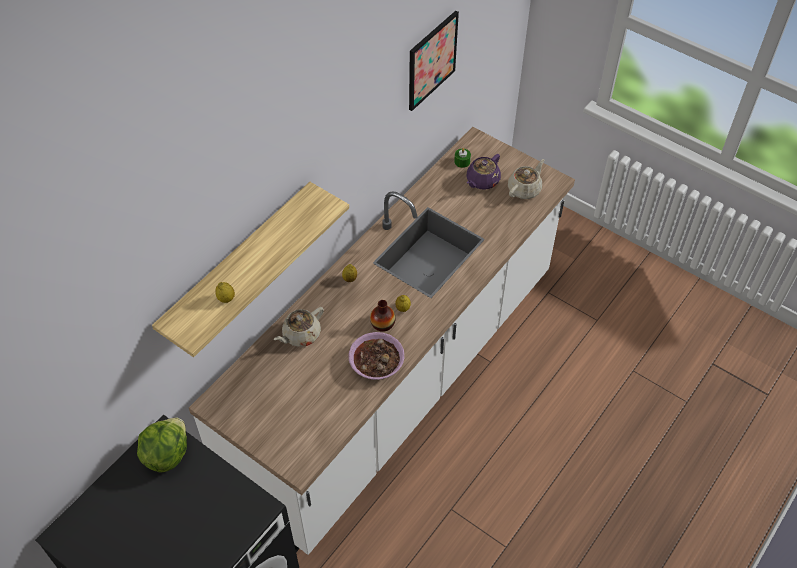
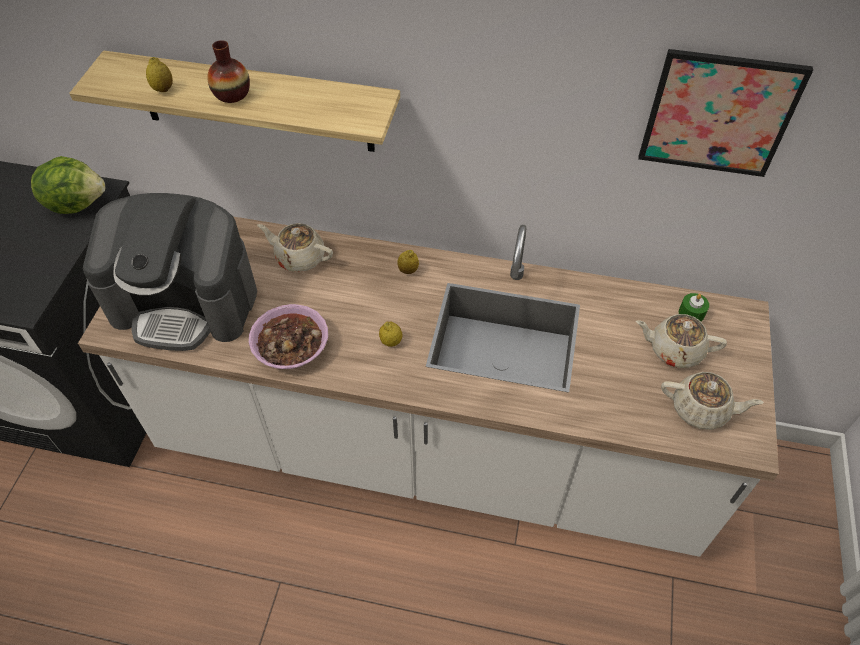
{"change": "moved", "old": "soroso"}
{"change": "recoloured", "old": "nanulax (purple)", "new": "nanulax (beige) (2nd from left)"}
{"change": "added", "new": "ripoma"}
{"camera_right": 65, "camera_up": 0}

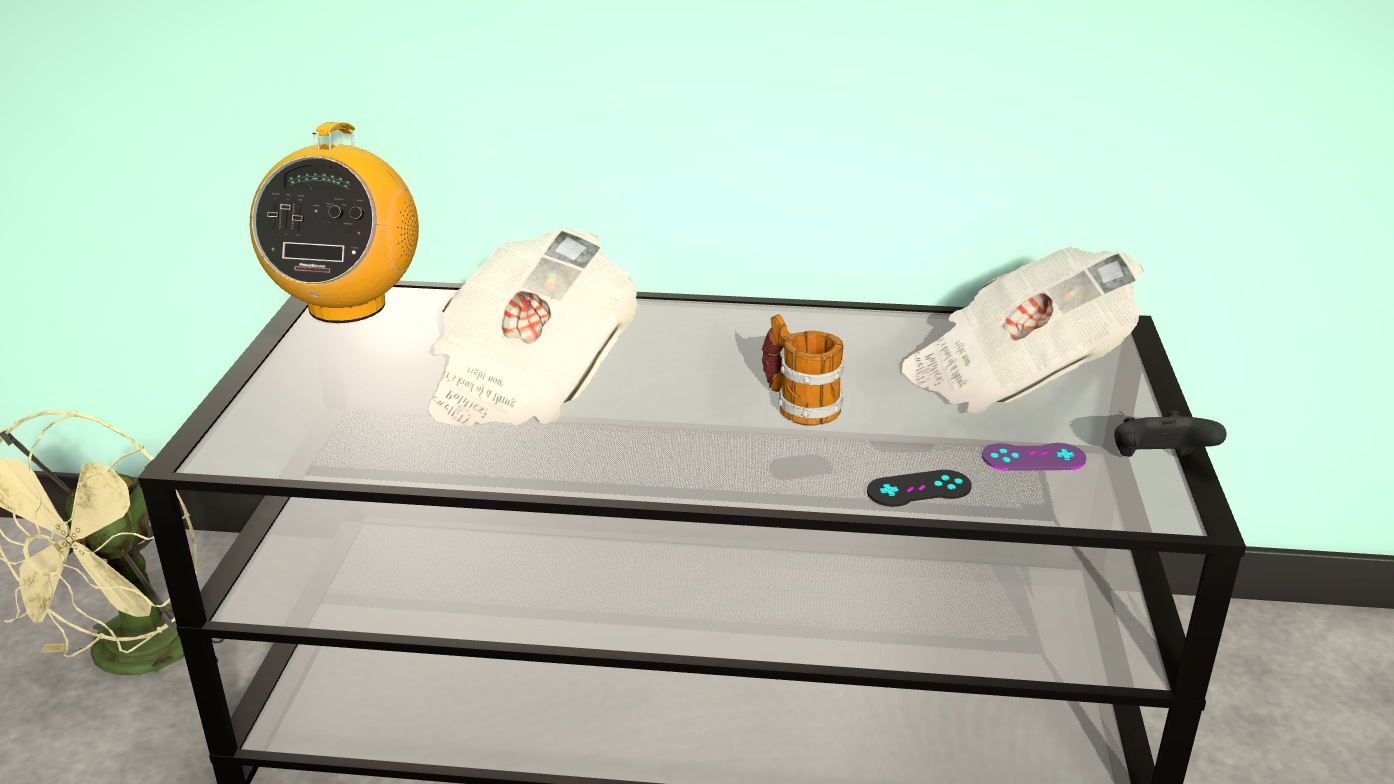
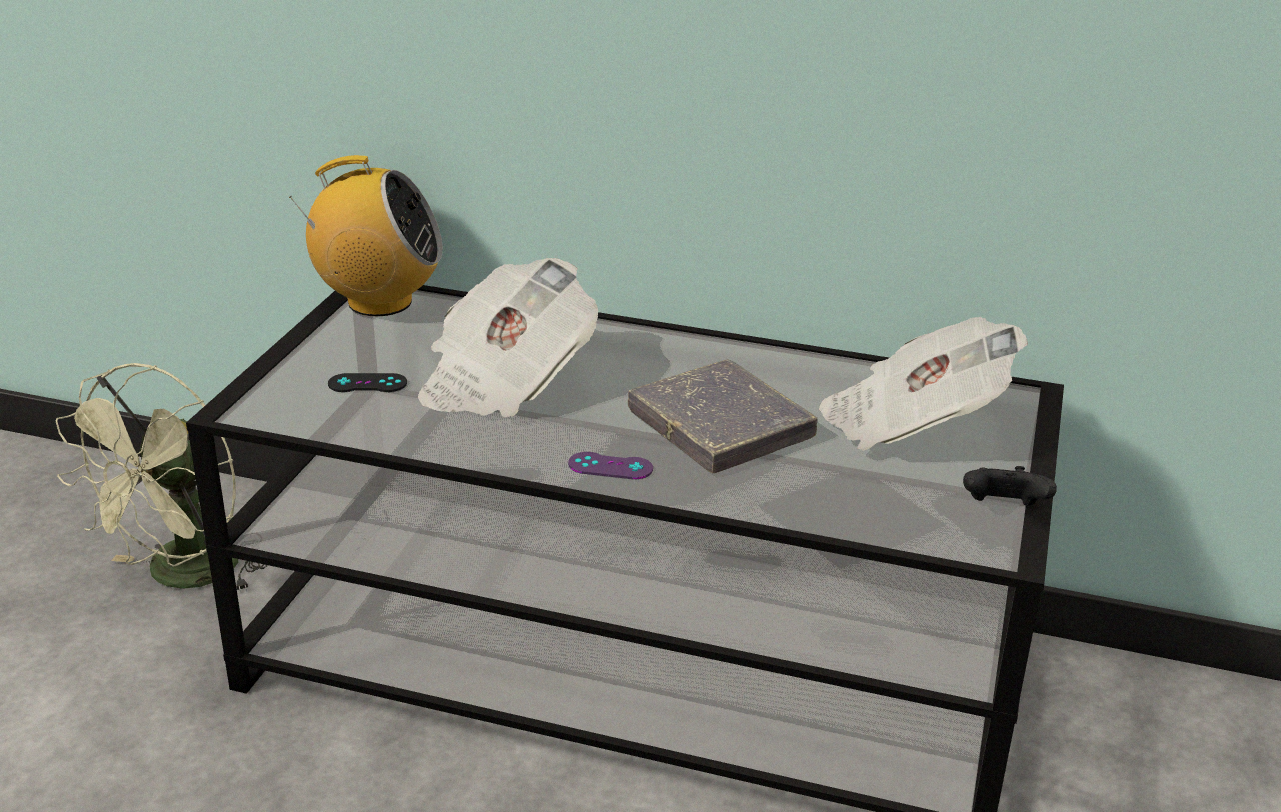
{"change": "turned", "old": "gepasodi", "degrees": -105}
{"change": "replaced", "old": "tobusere", "new": "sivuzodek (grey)"}
{"change": "moved", "old": "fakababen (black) (1st from left)"}
{"change": "moved", "old": "fakababen (purple)"}
{"camera_right": 10, "camera_up": 0}

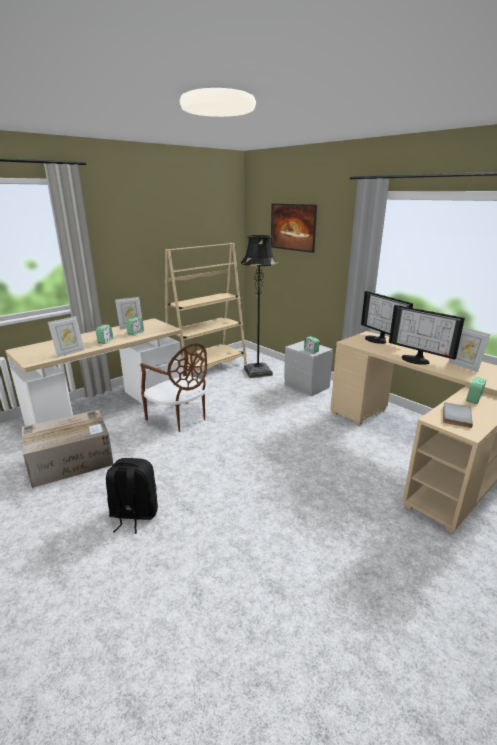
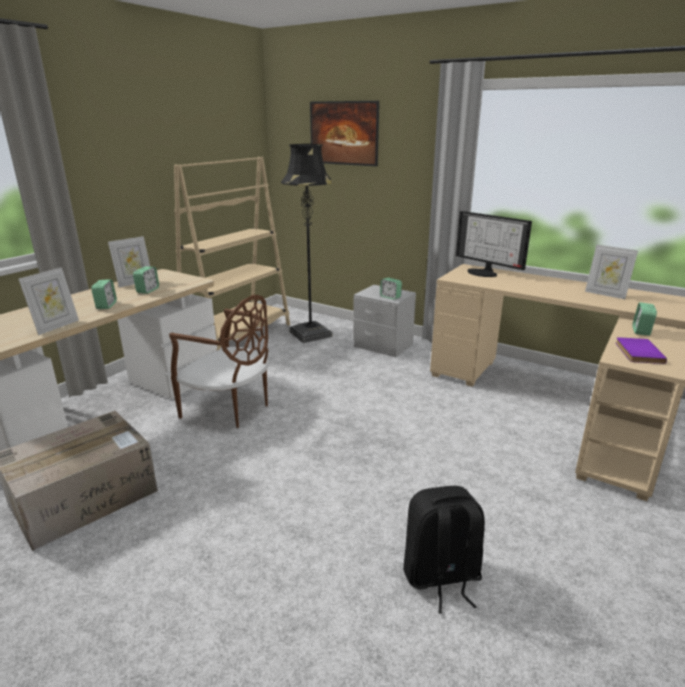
{"change": "moved", "old": "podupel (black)"}
{"change": "removed", "old": "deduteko (2nd from left)"}
{"change": "recoloured", "old": "sivuzodek (grey)", "new": "sivuzodek (purple)"}
{"camera_right": -15, "camera_up": 0}

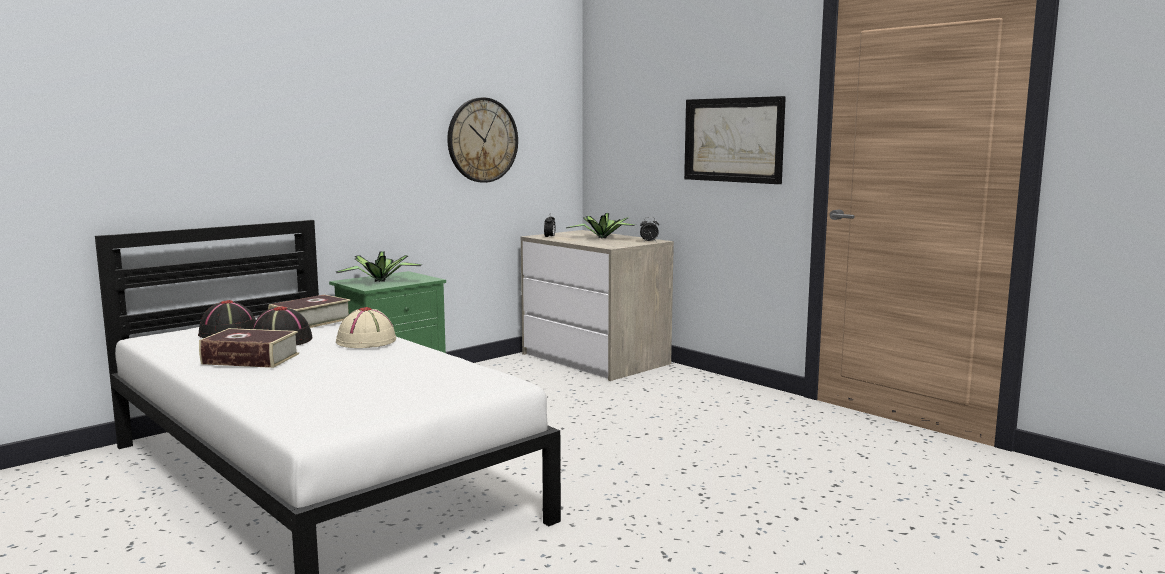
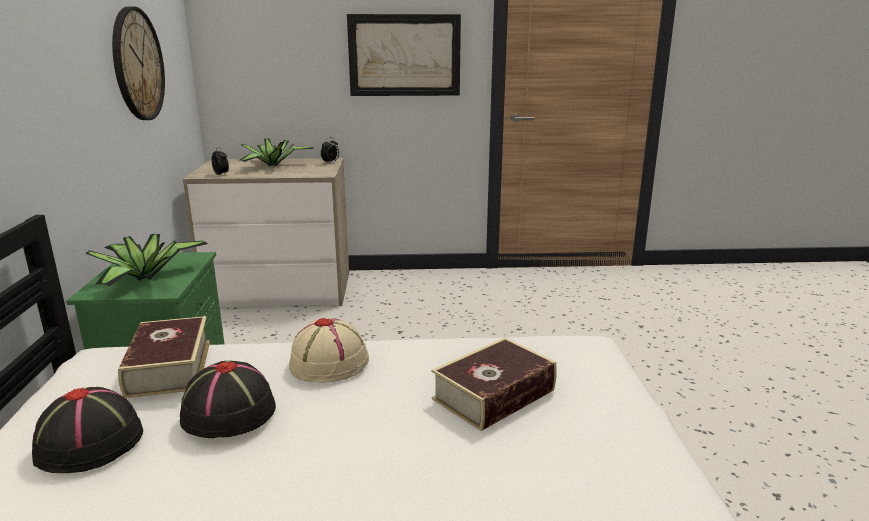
{"change": "moved", "old": "sivuzodek (1st from left in the first image)", "new": "sivuzodek (2nd from left)"}
{"camera_right": -50, "camera_up": 10}

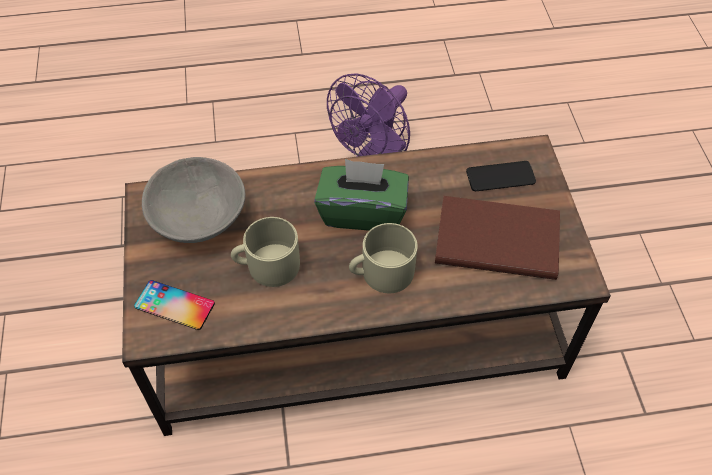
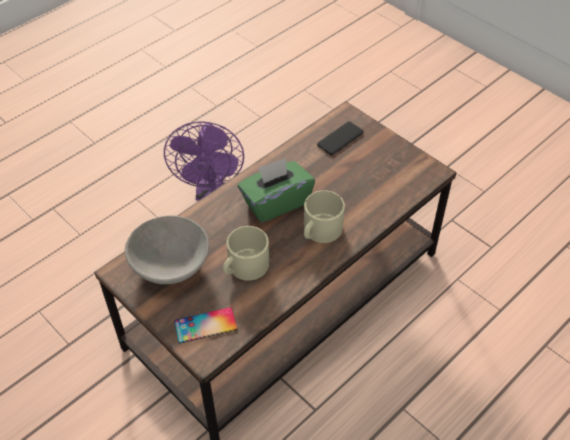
{"change": "removed", "old": "sivuzodek (brown)"}
{"camera_right": -35, "camera_up": -5}

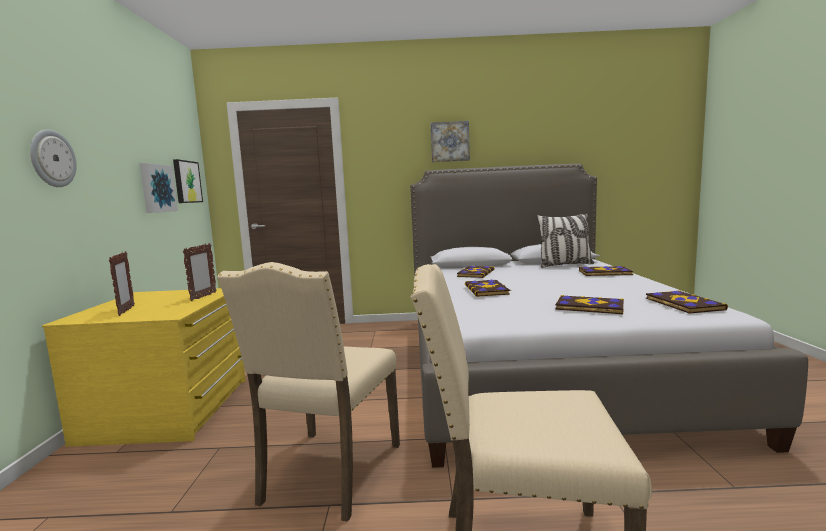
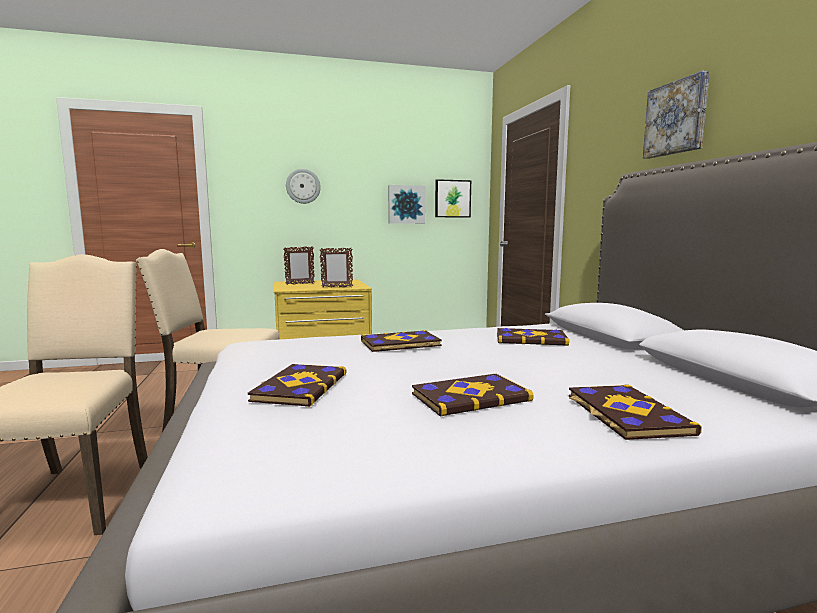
{"change": "removed", "old": "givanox"}
{"change": "moved", "old": "sivuzodek (5th from left in the first image)", "new": "sivuzodek (3rd from left)"}
{"camera_right": 75, "camera_up": 0}

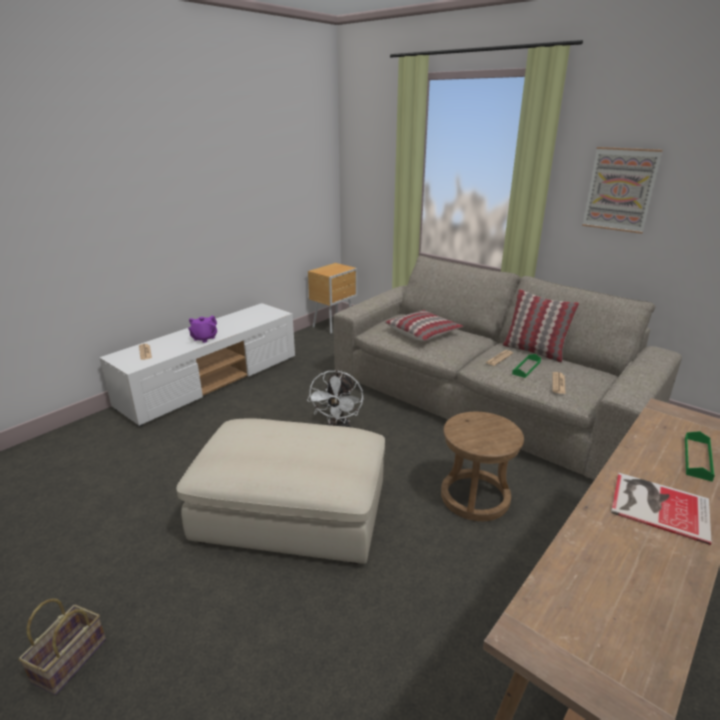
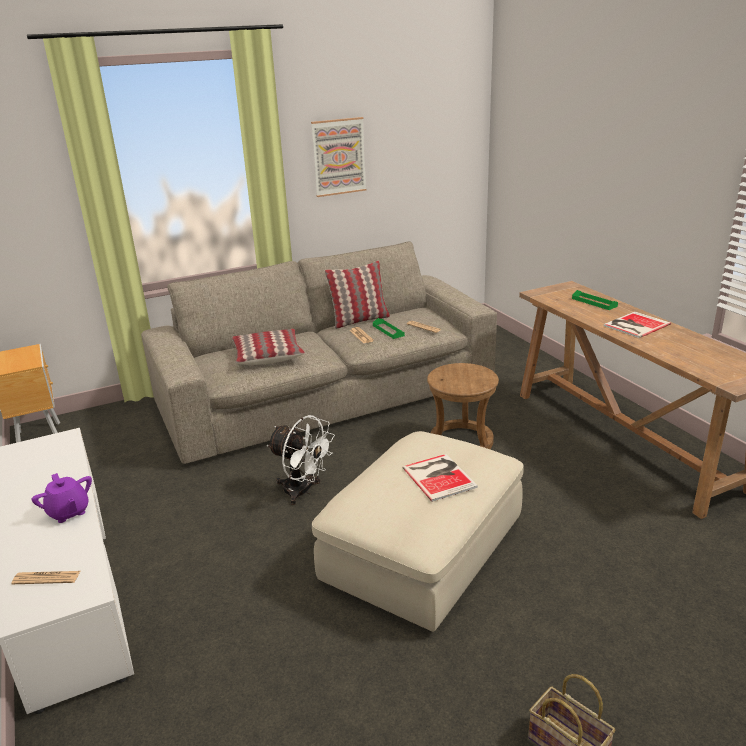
{"change": "added", "new": "sivuzodek (1st from left)"}
{"camera_right": -65, "camera_up": 0}

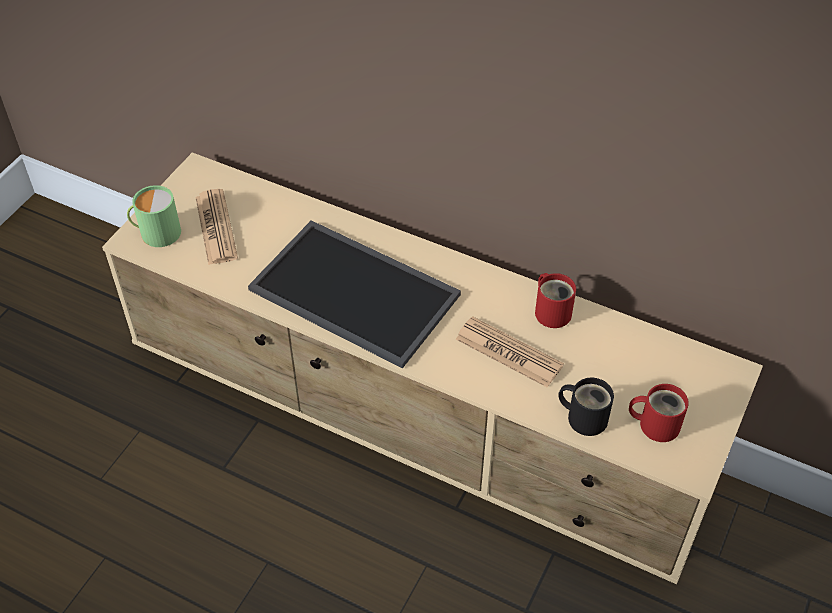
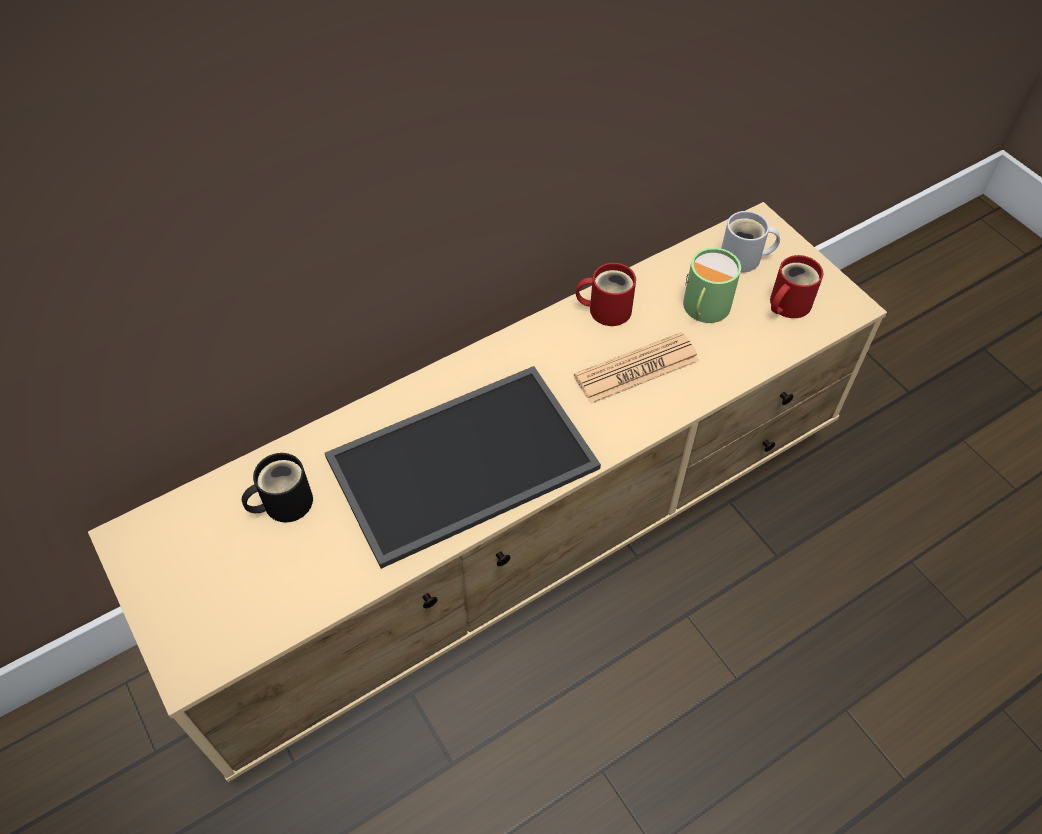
{"change": "moved", "old": "tobusere (green)"}
{"change": "removed", "old": "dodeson (1st from left)"}
{"change": "moved", "old": "tobusere (black)"}
{"change": "added", "new": "tobusere (white)"}
{"camera_right": -60, "camera_up": 5}

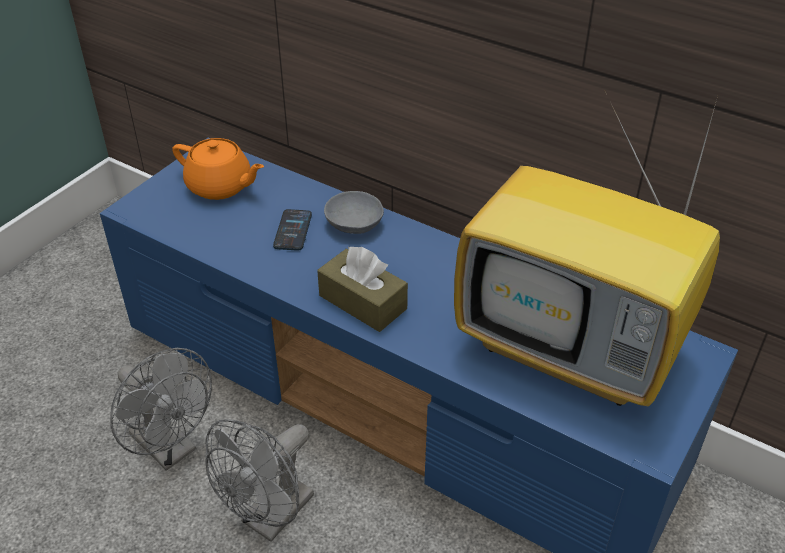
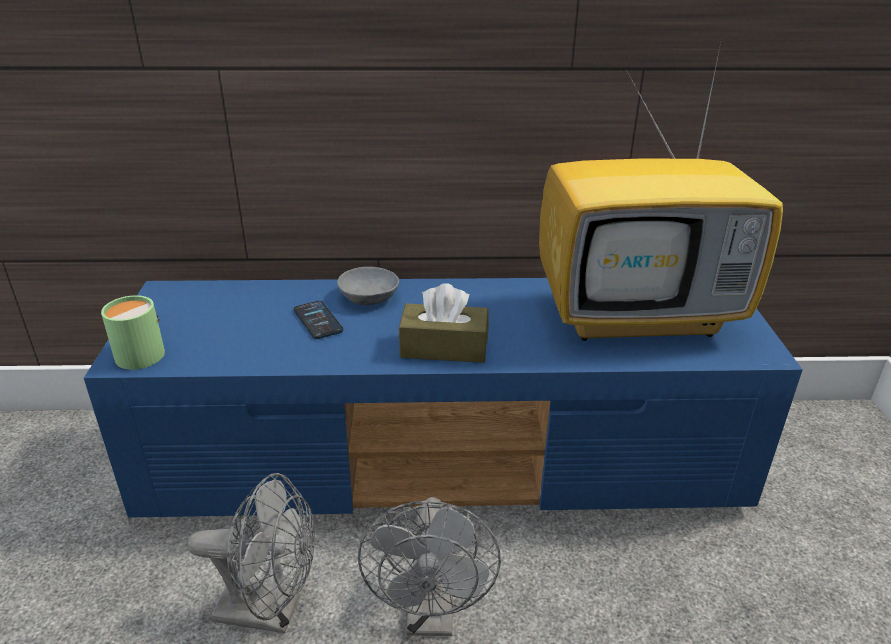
{"change": "removed", "old": "nanulax (orange)"}
{"change": "added", "new": "tobusere (green)"}
{"camera_right": -35, "camera_up": -10}

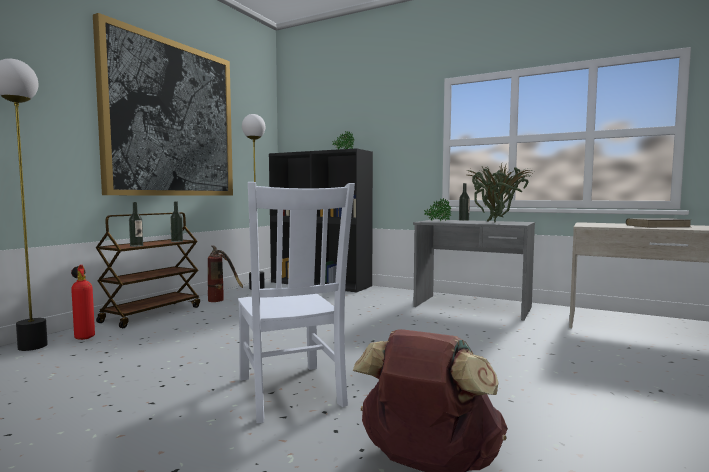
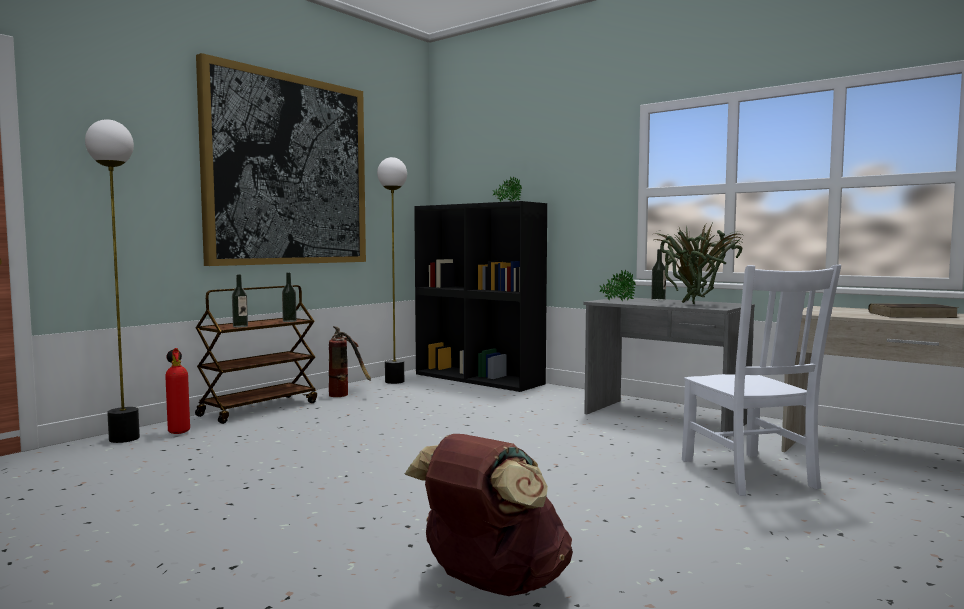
{"change": "moved", "old": "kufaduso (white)"}
{"camera_right": 10, "camera_up": 0}

